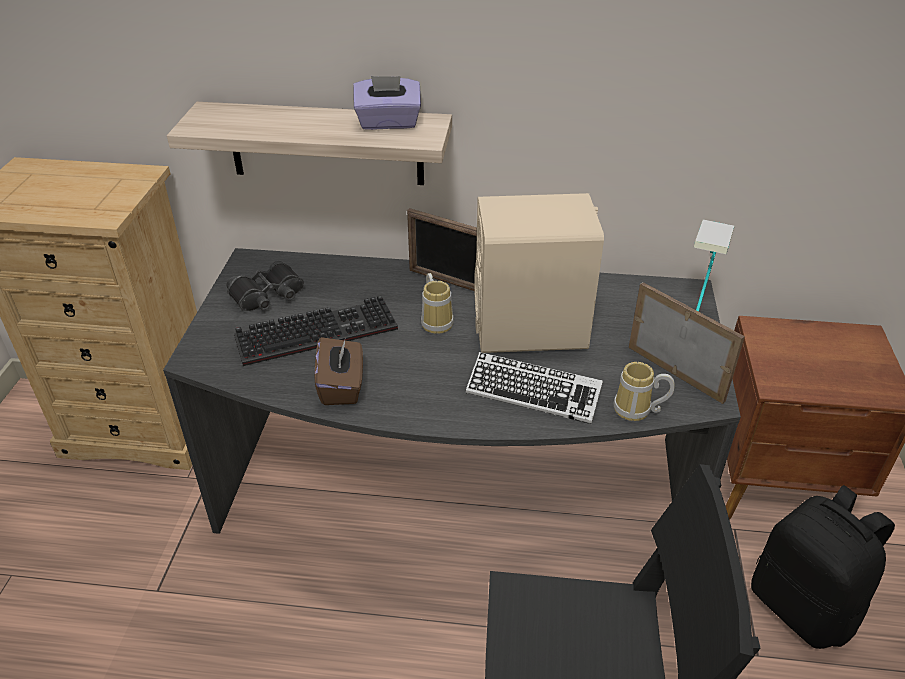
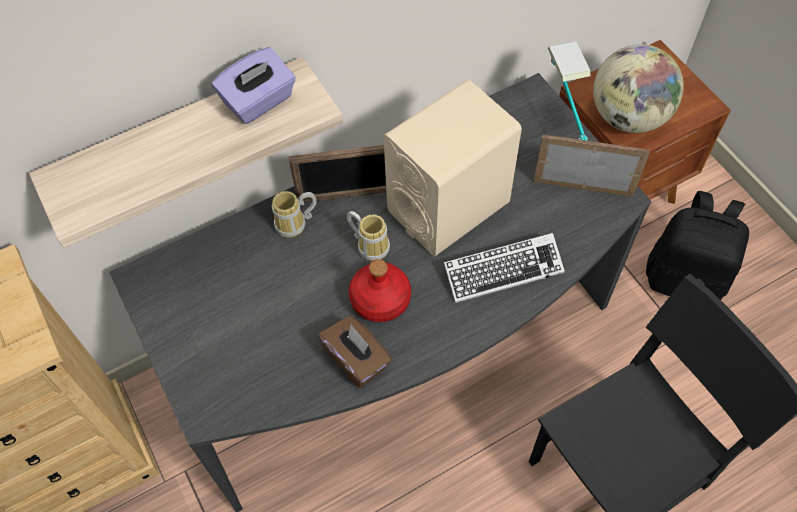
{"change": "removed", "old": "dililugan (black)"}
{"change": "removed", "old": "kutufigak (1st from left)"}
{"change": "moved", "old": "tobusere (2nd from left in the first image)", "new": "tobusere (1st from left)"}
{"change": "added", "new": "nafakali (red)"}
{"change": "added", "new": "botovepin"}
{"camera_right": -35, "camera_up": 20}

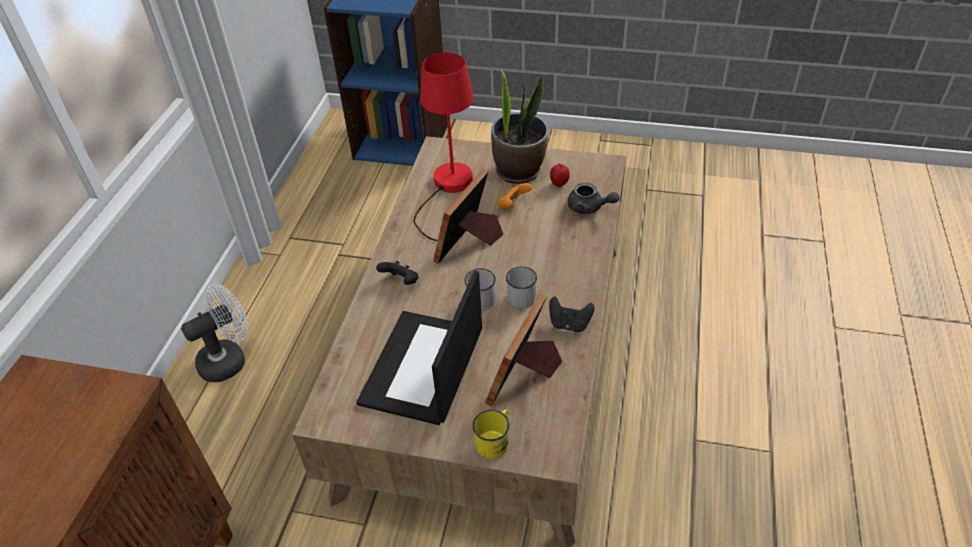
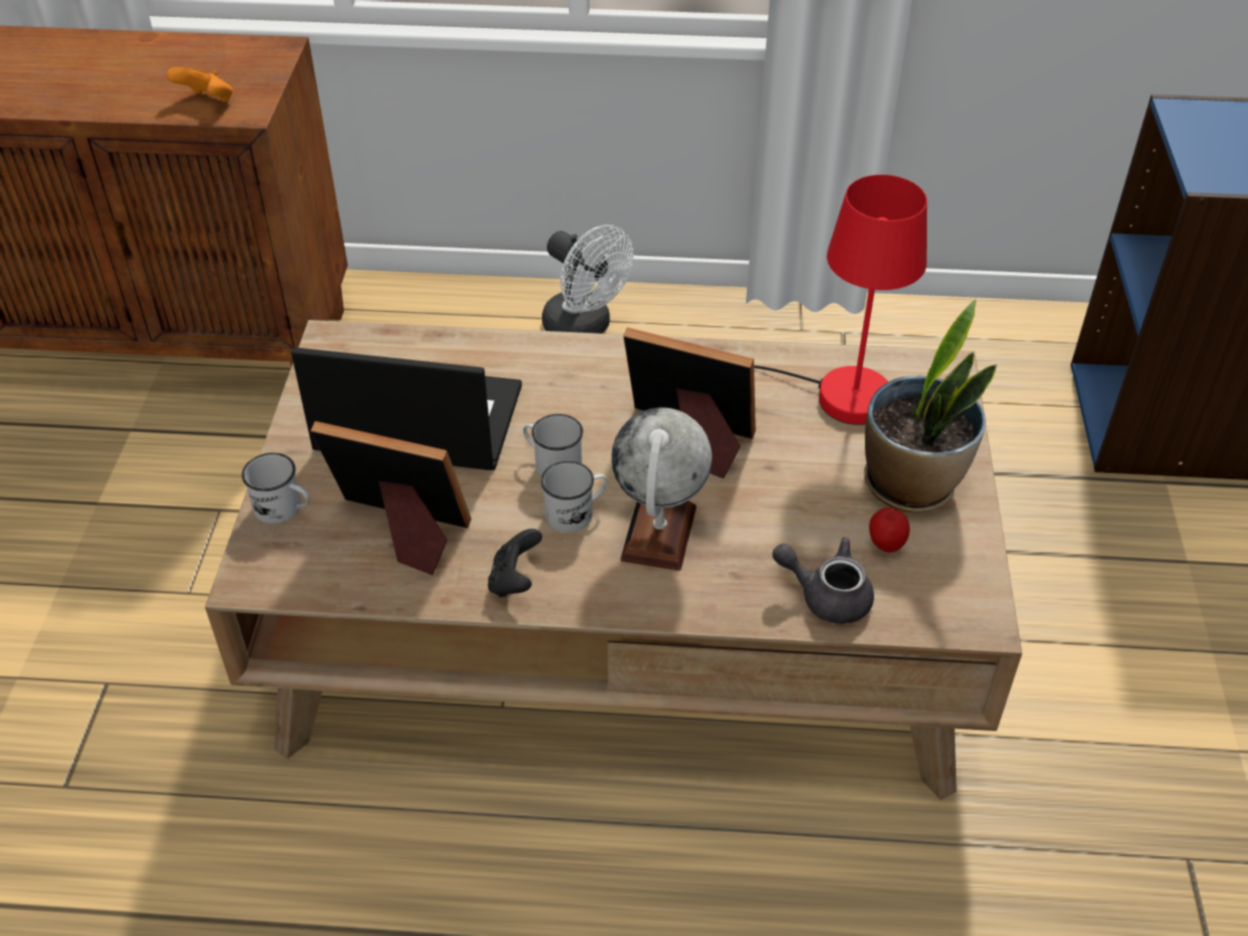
{"change": "removed", "old": "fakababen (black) (1st from left)"}
{"change": "recoloured", "old": "tobusere (yellow)", "new": "tobusere (white) (1st from left)"}
{"change": "moved", "old": "fakababen (orange)"}
{"change": "turned", "old": "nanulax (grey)", "degrees": 90}
{"change": "added", "new": "botovepin"}
{"camera_right": 80, "camera_up": 0}

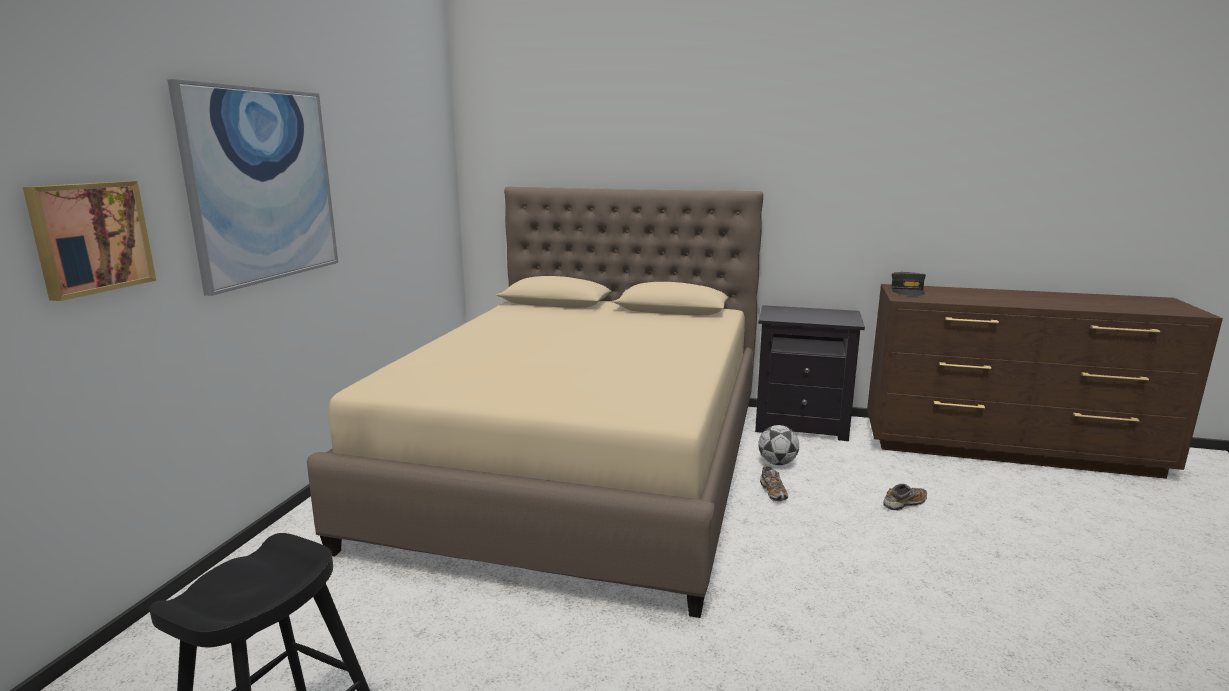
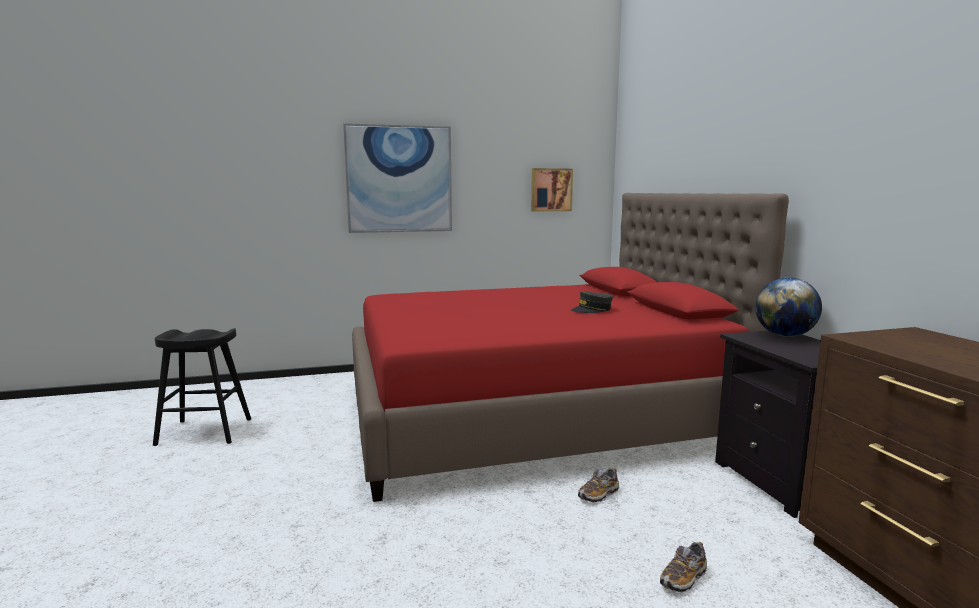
{"change": "moved", "old": "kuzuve (1st from left in the first image)", "new": "kuzuve (2nd from left)"}
{"change": "recoloured", "old": "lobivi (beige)", "new": "lobivi (red)"}
{"change": "removed", "old": "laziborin"}
{"change": "turned", "old": "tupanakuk (2nd from left)", "degrees": 105}
{"change": "moved", "old": "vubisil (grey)"}
{"change": "added", "new": "botovepin"}
{"camera_right": 60, "camera_up": -5}

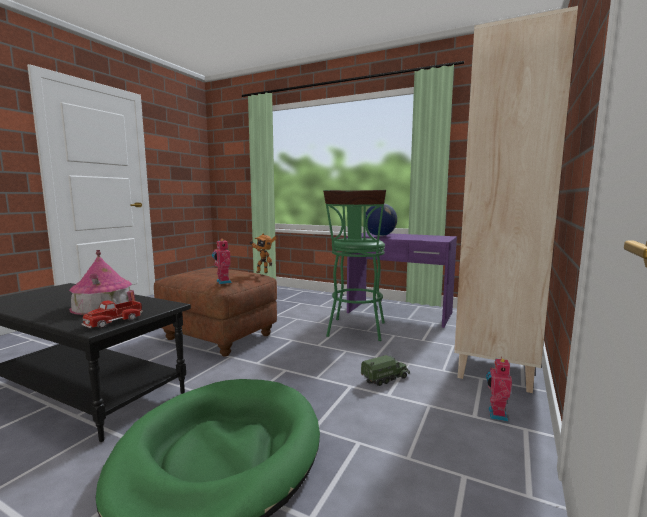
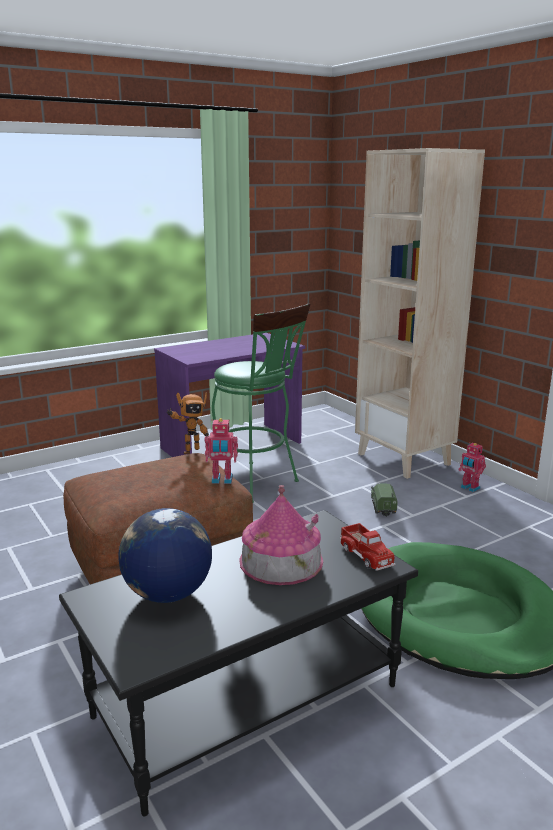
{"change": "moved", "old": "botovepin"}
{"camera_right": -60, "camera_up": 10}

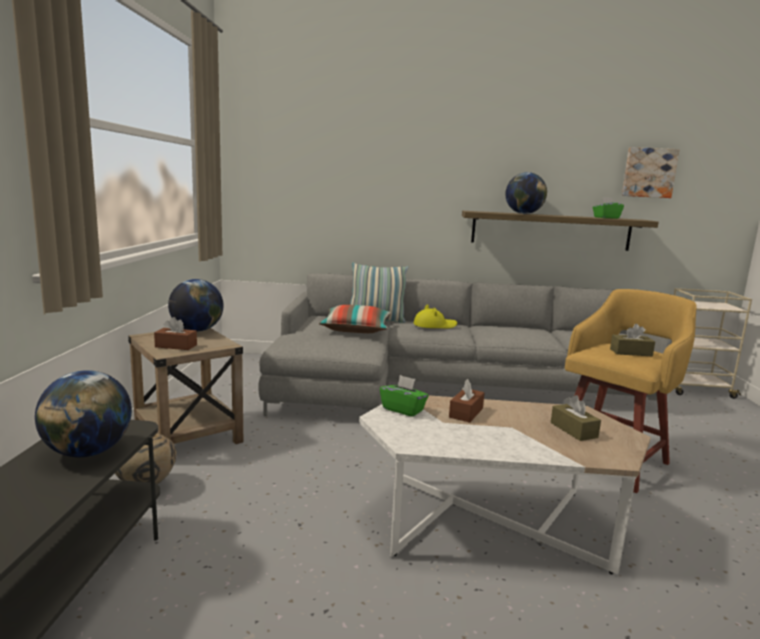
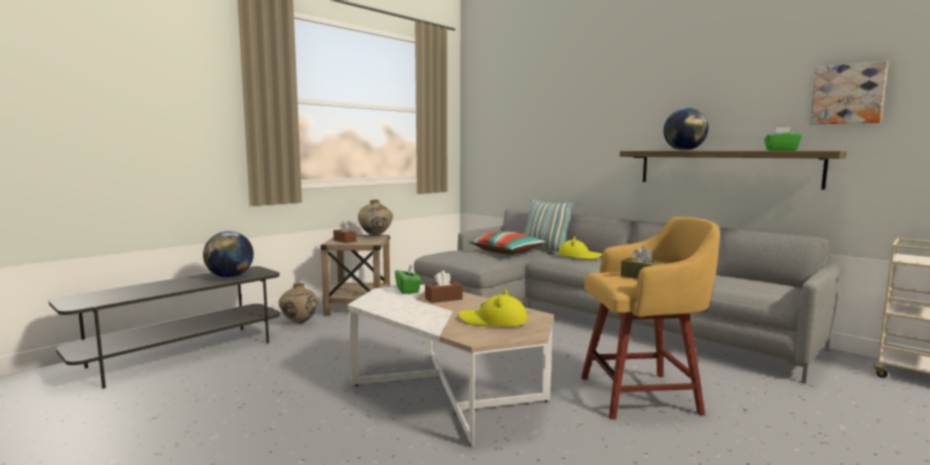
{"change": "replaced", "old": "botovepin (2nd from left)", "new": "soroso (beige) (2nd from left)"}
{"change": "replaced", "old": "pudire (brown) (3rd from left)", "new": "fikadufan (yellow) (1st from left)"}
{"camera_right": 40, "camera_up": -5}

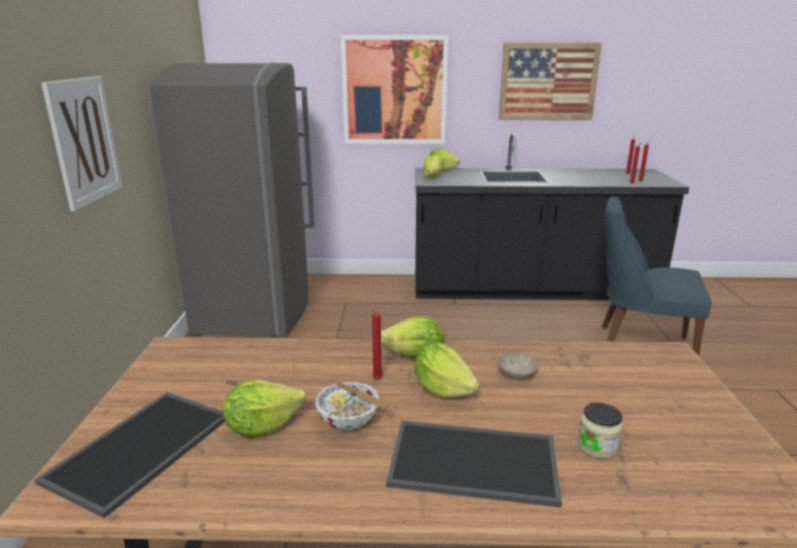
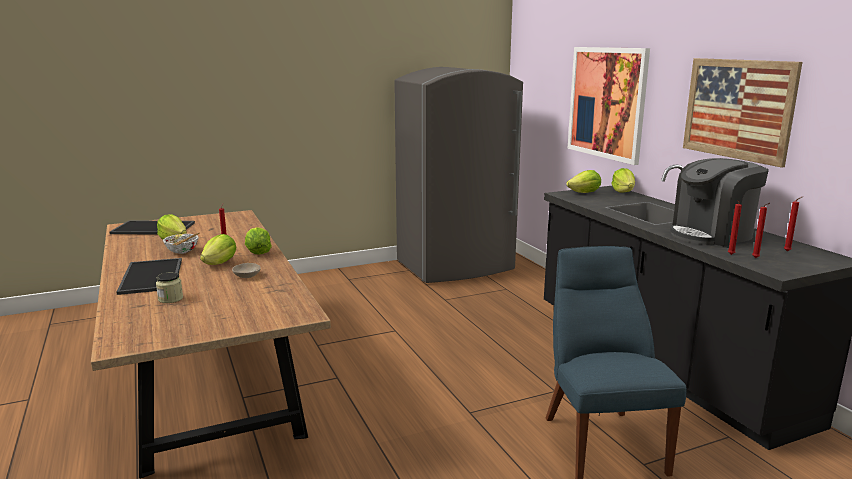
{"change": "removed", "old": "kuzuve (1st from left)"}
{"change": "added", "new": "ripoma"}
{"camera_right": 65, "camera_up": -5}

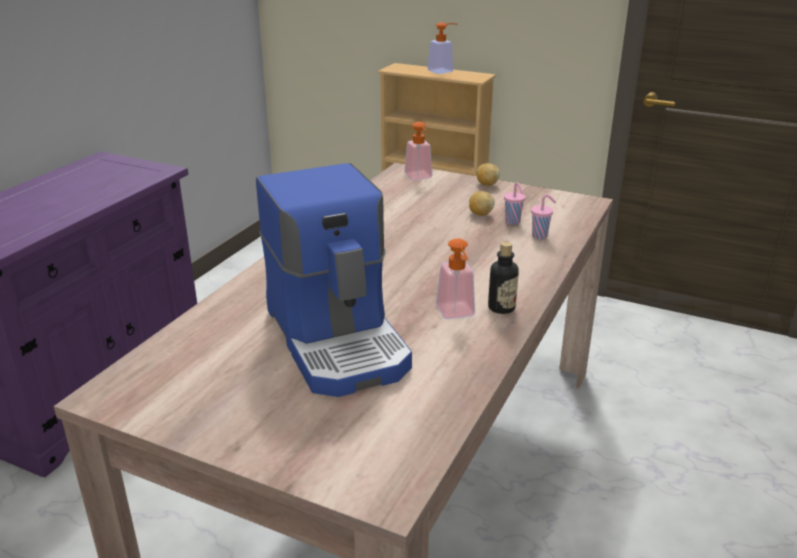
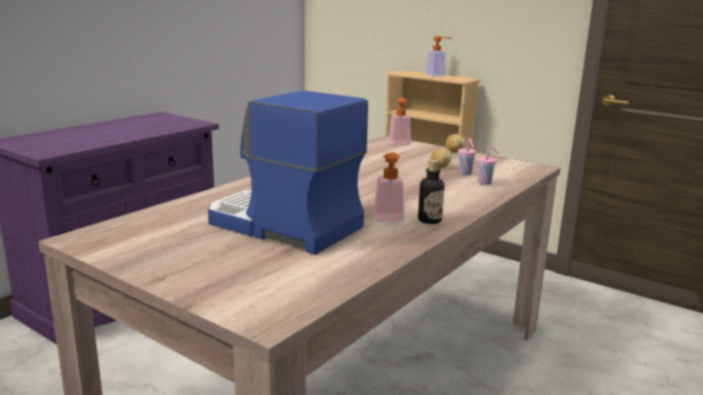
{"change": "turned", "old": "ripoma", "degrees": 135}
{"camera_right": 10, "camera_up": -10}

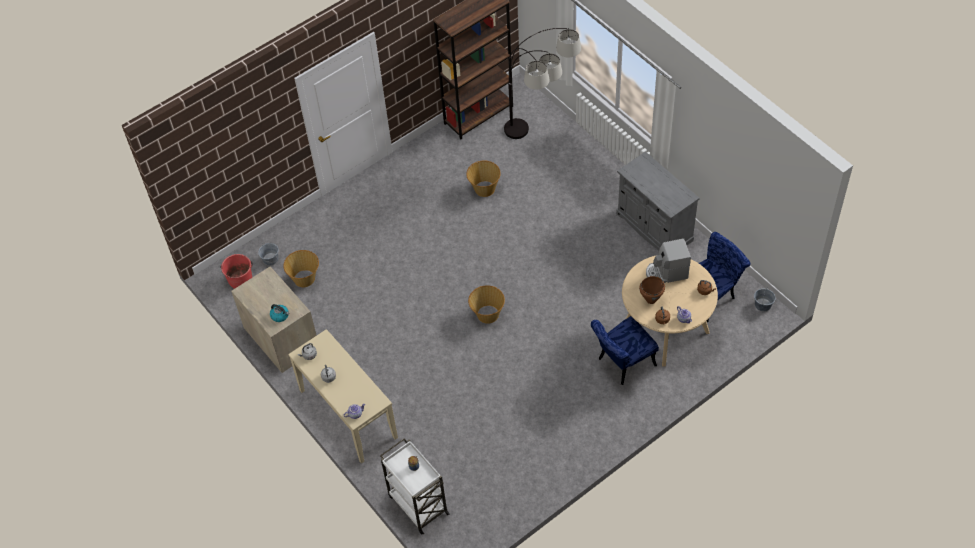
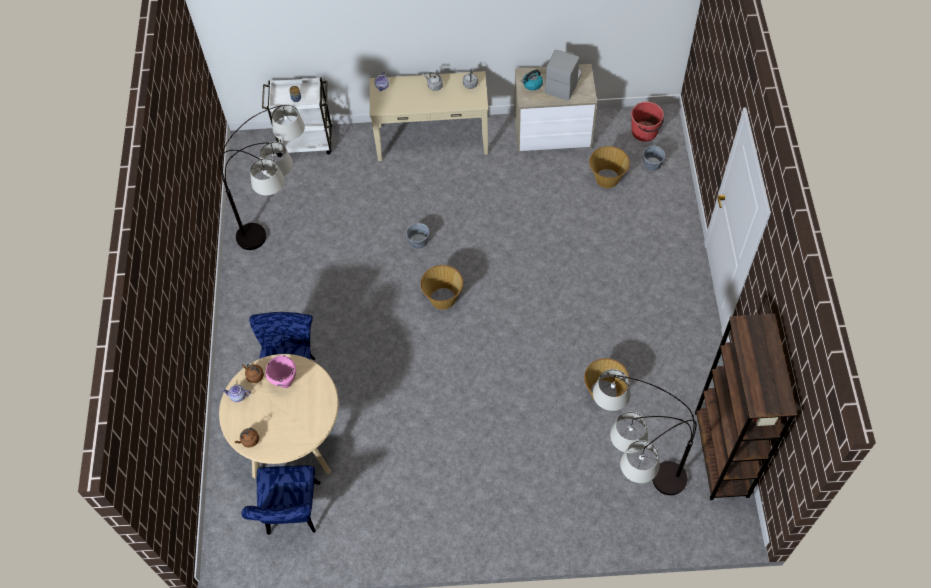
{"change": "removed", "old": "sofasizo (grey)"}
{"change": "recoloured", "old": "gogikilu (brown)", "new": "gogikilu (pink)"}
{"change": "moved", "old": "ripoma"}
{"change": "moved", "old": "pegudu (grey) (2nd from left in the first image)", "new": "pegudu (grey) (1st from left)"}
{"change": "added", "new": "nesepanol (1st from left)"}
{"camera_right": 125, "camera_up": 5}

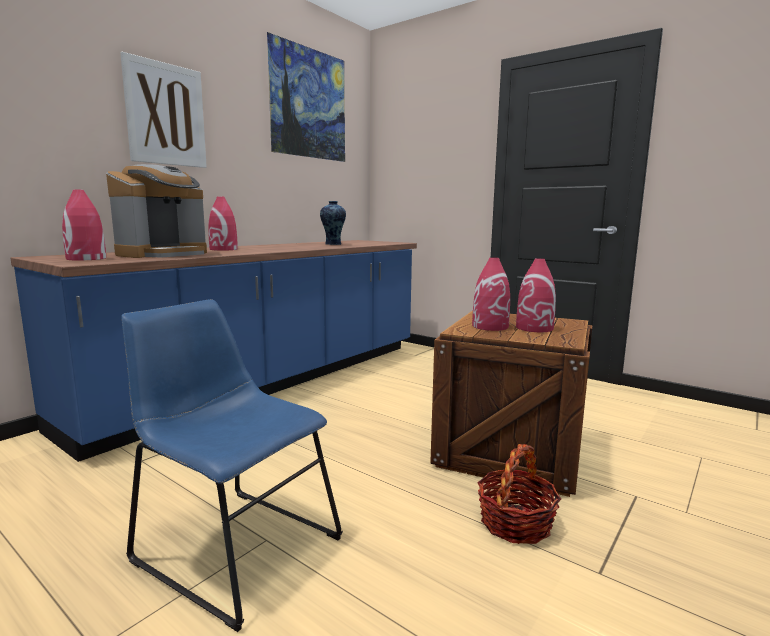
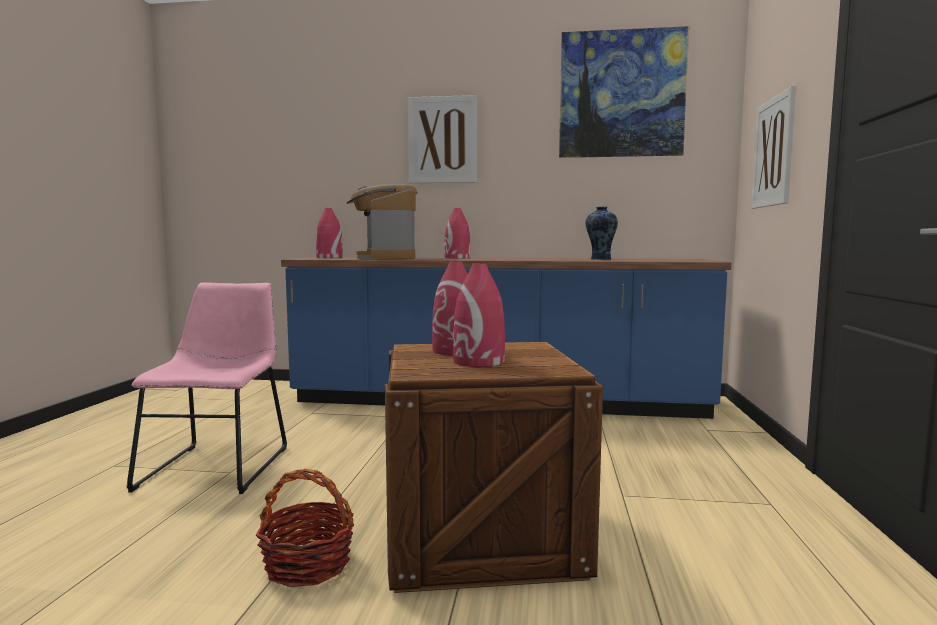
{"change": "turned", "old": "ripoma", "degrees": 75}
{"change": "recoloured", "old": "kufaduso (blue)", "new": "kufaduso (pink)"}
{"change": "added", "new": "kuzuve (3rd from left)"}
{"camera_right": 60, "camera_up": -5}

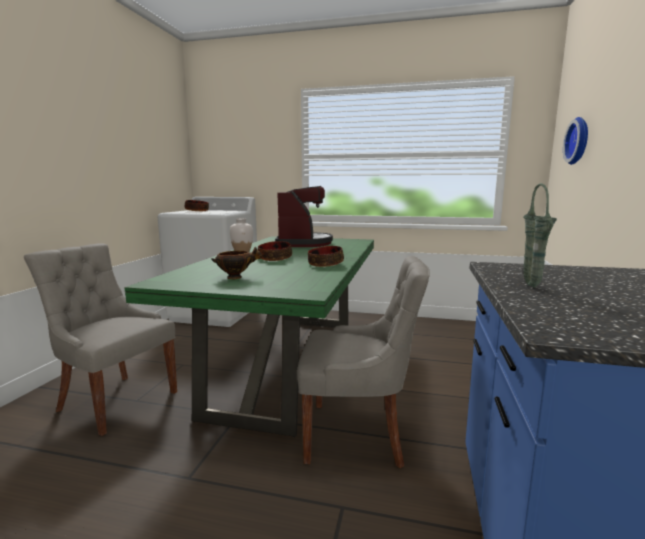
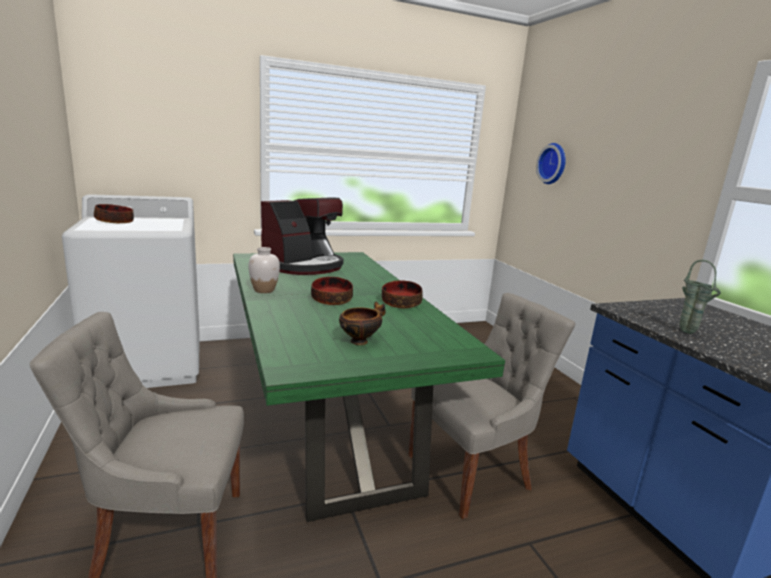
{"change": "turned", "old": "ripoma", "degrees": 75}
{"camera_right": -35, "camera_up": 5}

